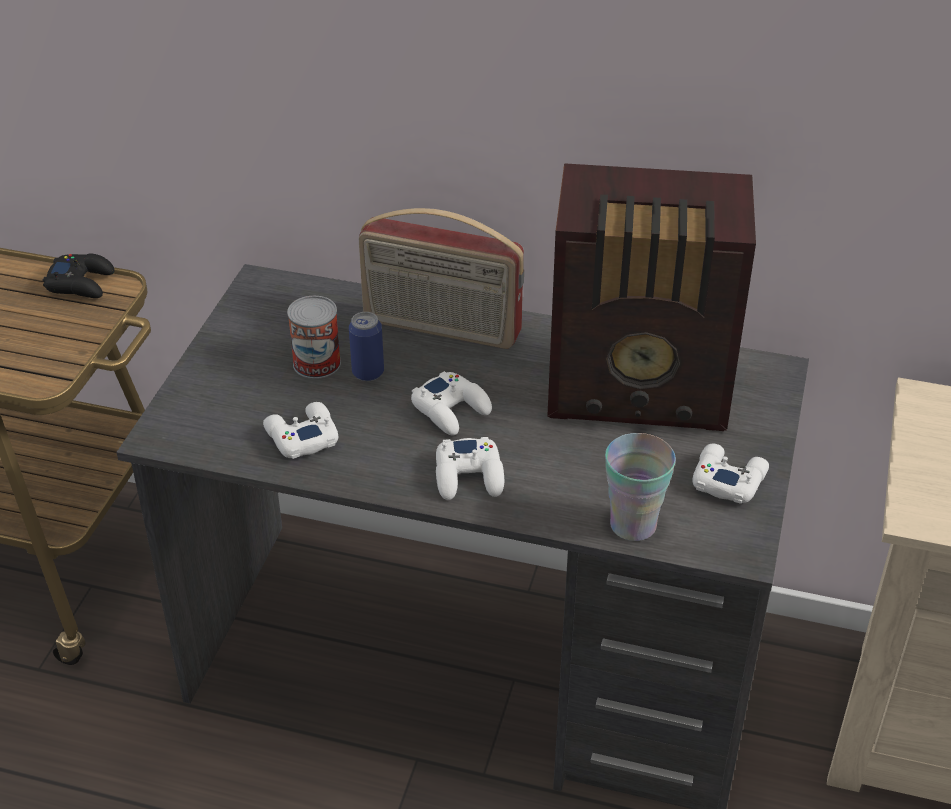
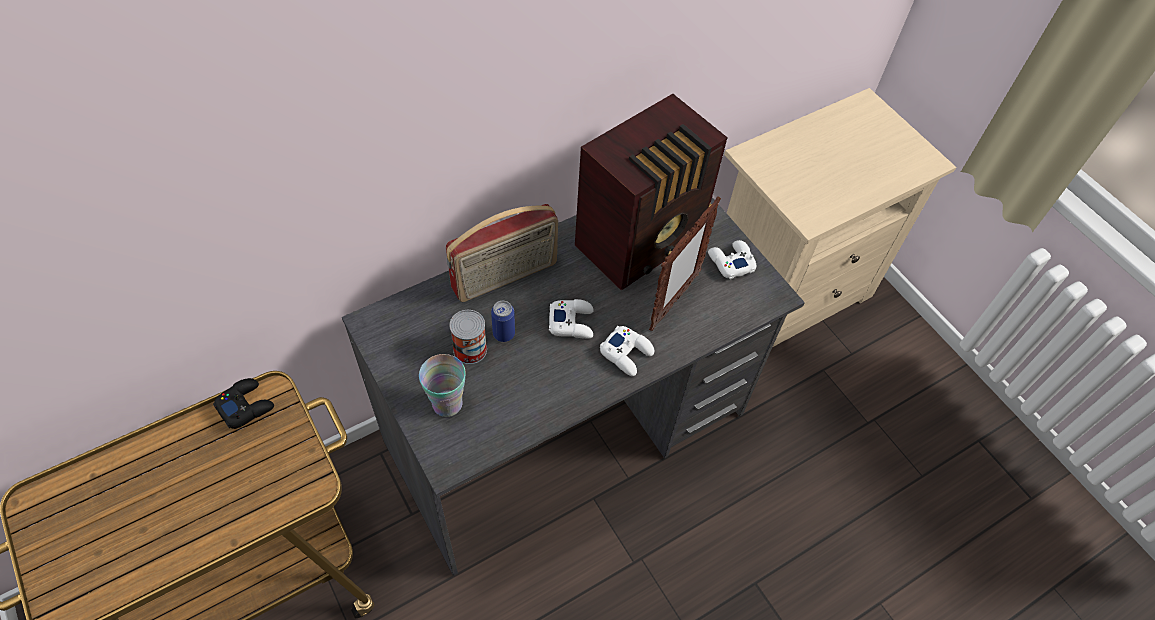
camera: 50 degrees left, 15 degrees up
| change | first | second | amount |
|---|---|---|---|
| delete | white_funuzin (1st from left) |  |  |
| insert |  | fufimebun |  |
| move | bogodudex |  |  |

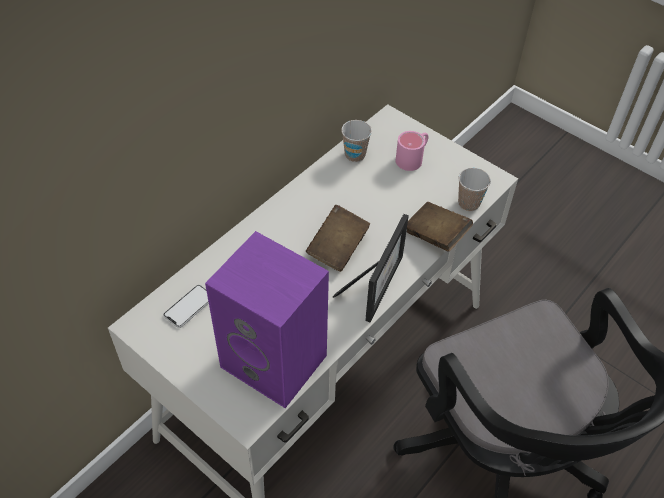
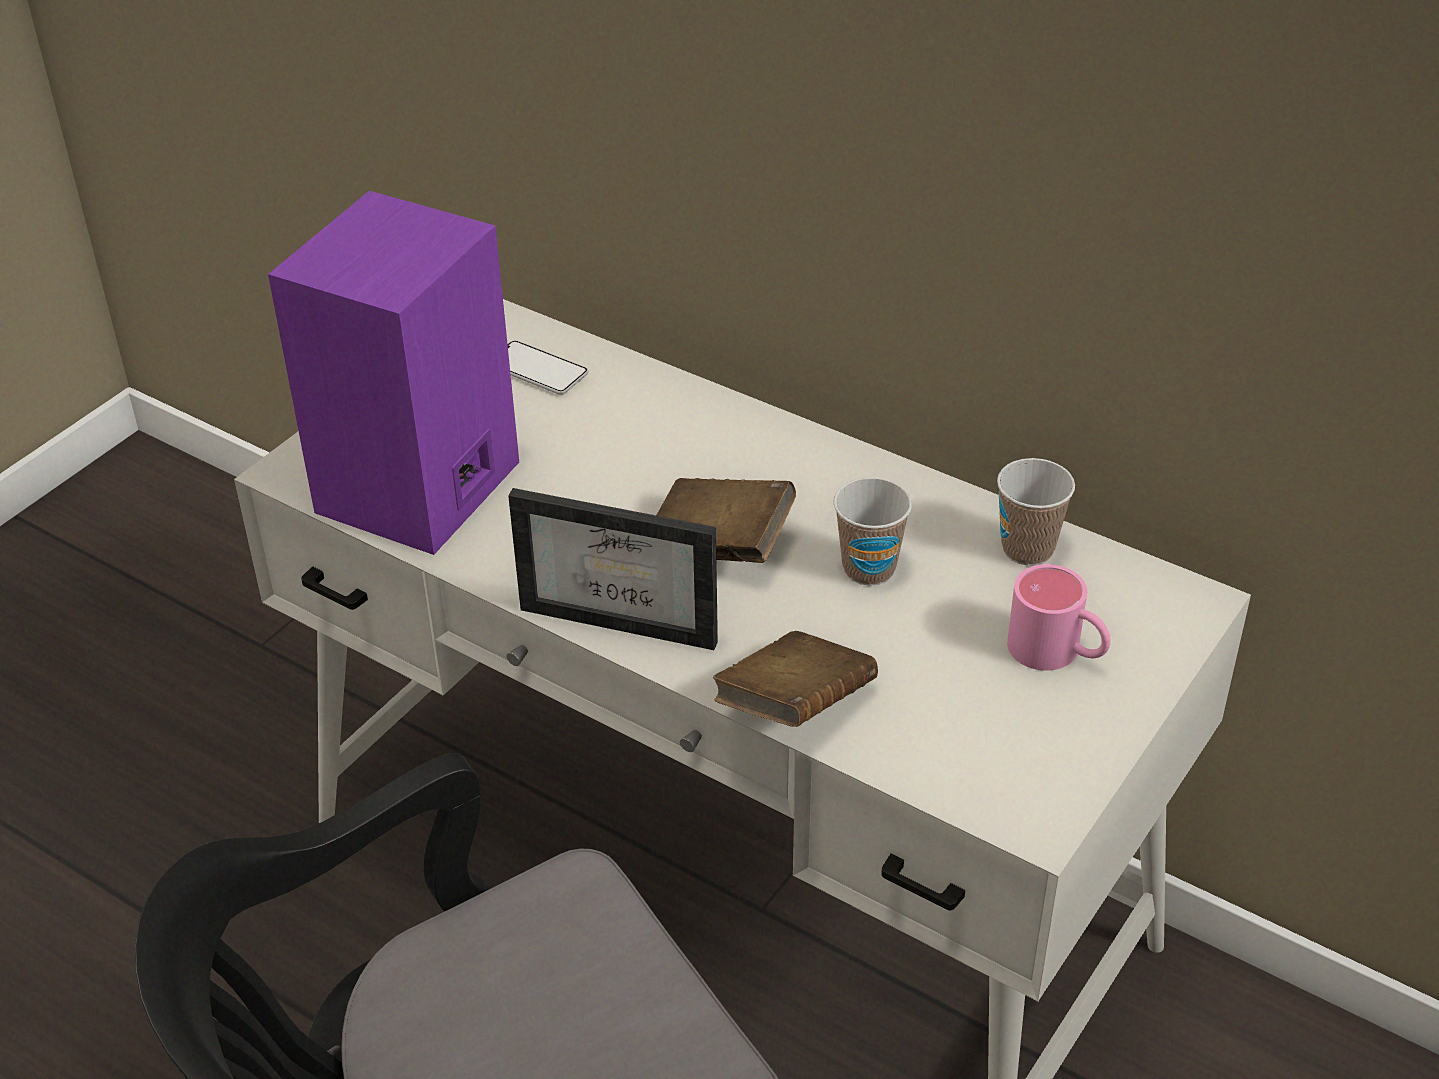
camera: 85 degrees right, 10 degrees down
| change | first | second | amount |
|---|---|---|---|
| move | bogodudex (2nd from left in the first image) | bogodudex (1st from left) |  |

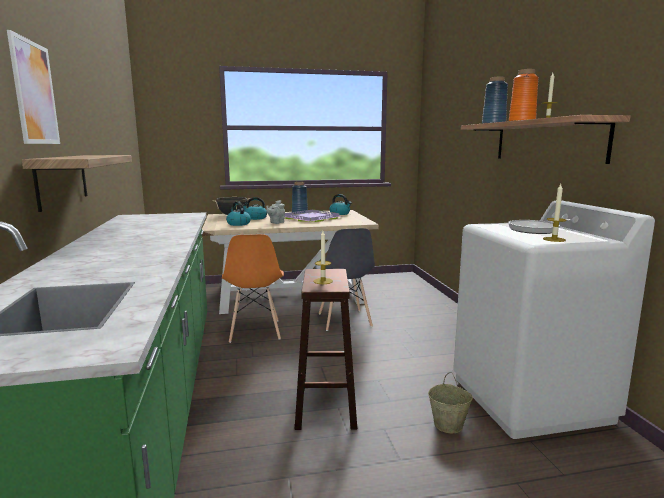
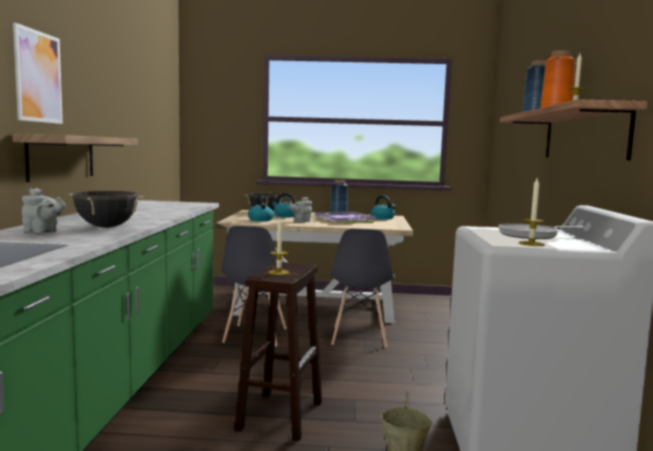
camera: 15 degrees right, 5 degrees down
| change | first | second | amount |
|---|---|---|---|
| insert |  | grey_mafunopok (1st from left) |  |
| insert |  | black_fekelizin (1st from left) |  |
| recolor | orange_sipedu | grey_sipedu (1st from left) |  |

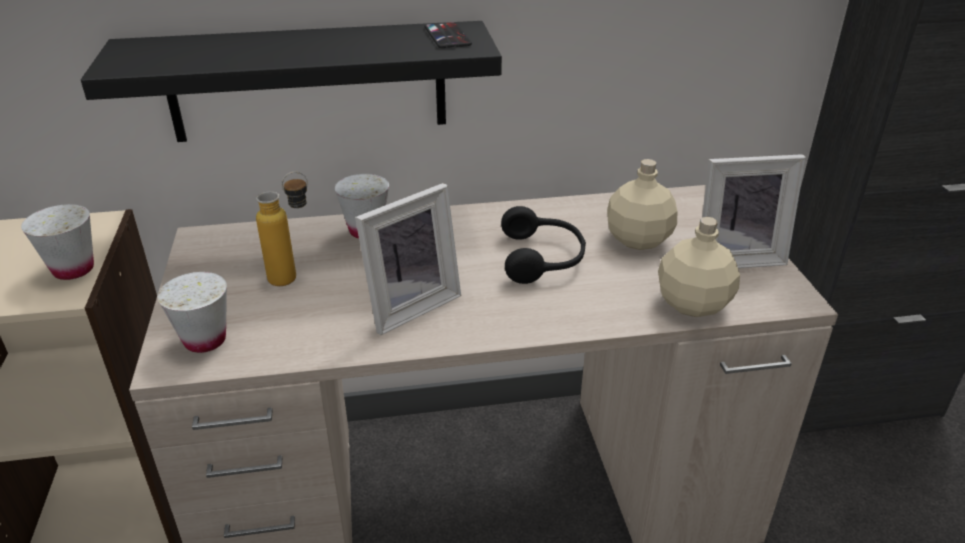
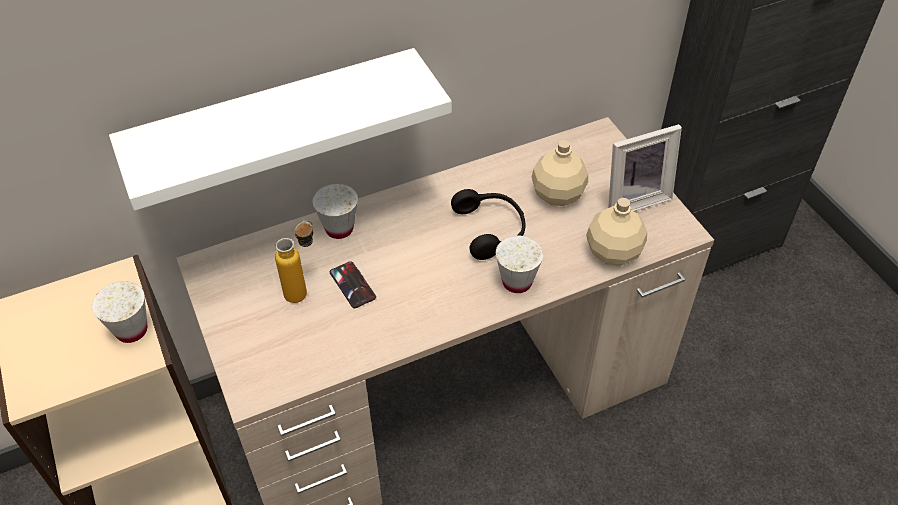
camera: 15 degrees left, 15 degrees up
| change | first | second | amount |
|---|---|---|---|
| delete | fufimebun (1st from left) |  |  |
| move | white_bogodudex (2nd from left in the first image) | white_bogodudex (3rd from left) |  |
| move | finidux |  |  |
| recolor | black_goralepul | white_goralepul |  |

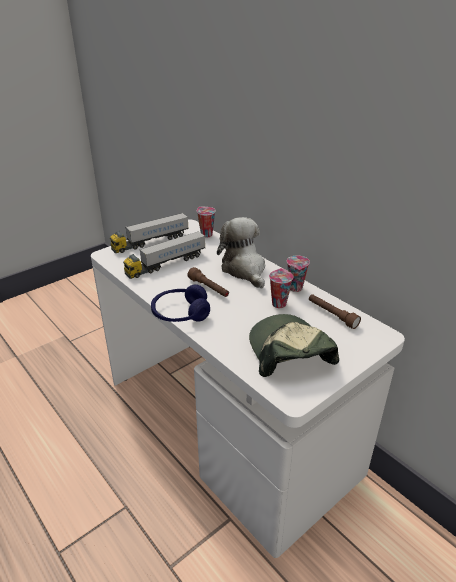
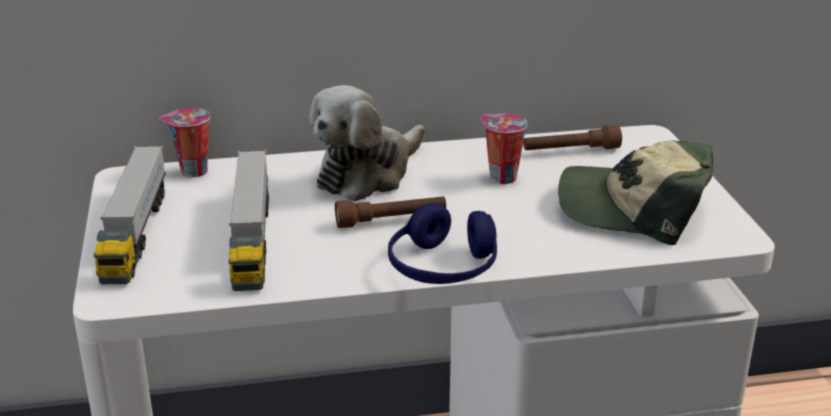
camera: 60 degrees left, 5 degrees down
| change | first | second | amount |
|---|---|---|---|
| delete | bogodudex (3rd from left) |  |  |
| rotate | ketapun |  | 60 degrees counterclockwise |

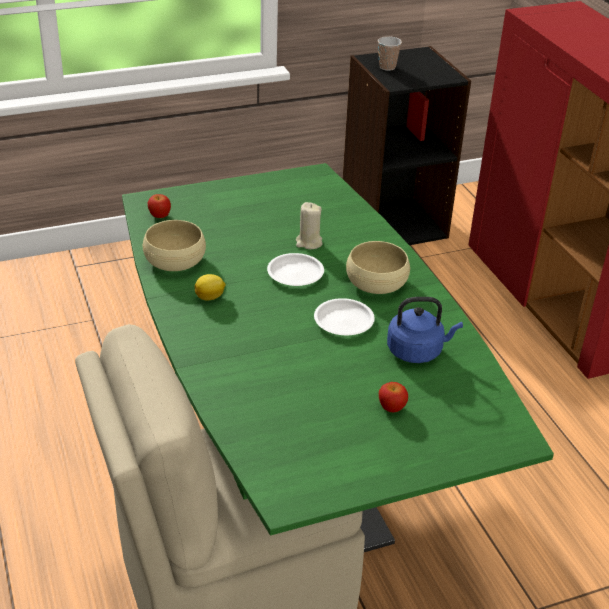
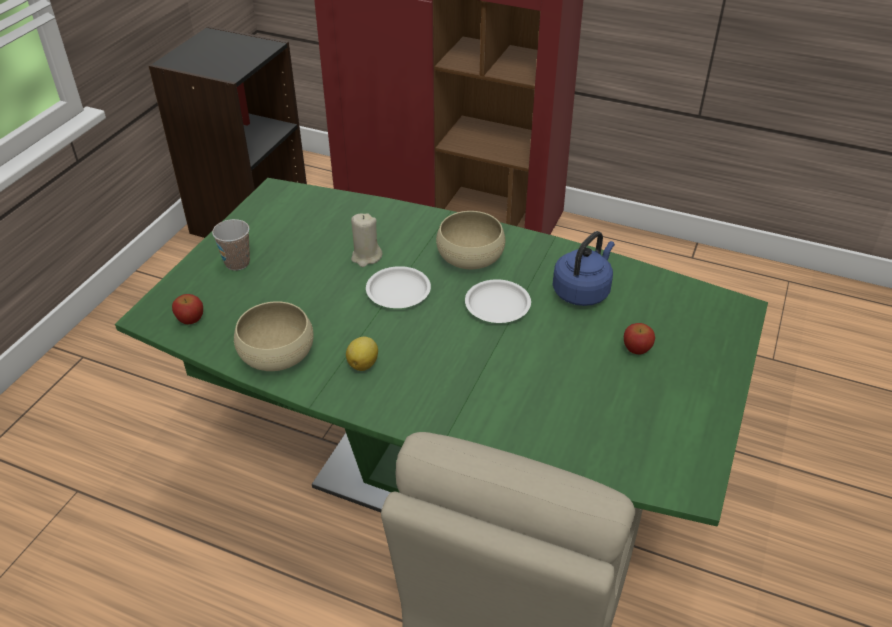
camera: 45 degrees left, 5 degrees up
| change | first | second | amount |
|---|---|---|---|
| move | bogodudex |  |  |

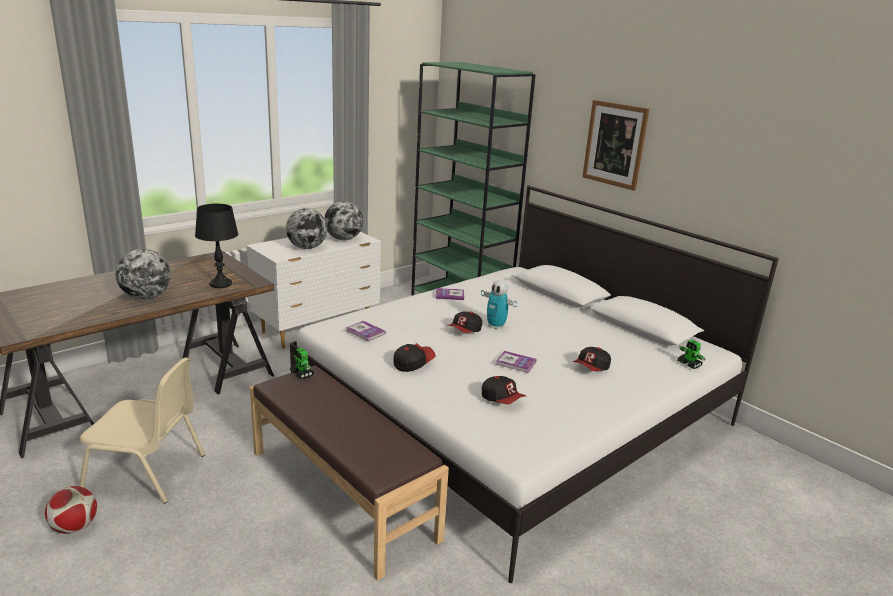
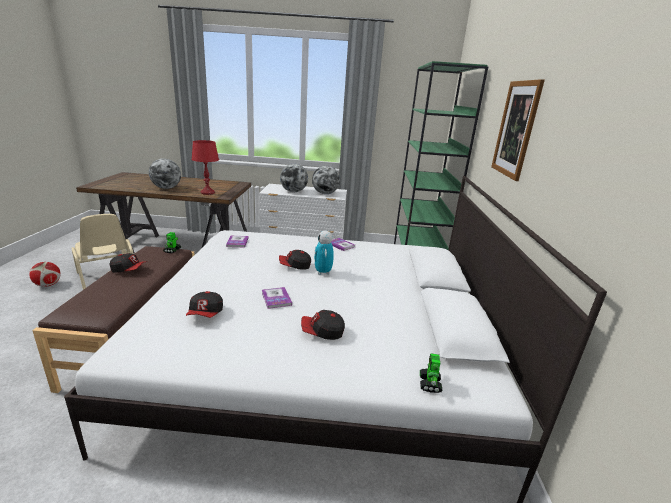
camera: 45 degrees right, 0 degrees up
| change | first | second | amount |
|---|---|---|---|
| move | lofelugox (1st from left) |  |  |
| recolor | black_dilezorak | red_dilezorak |  |

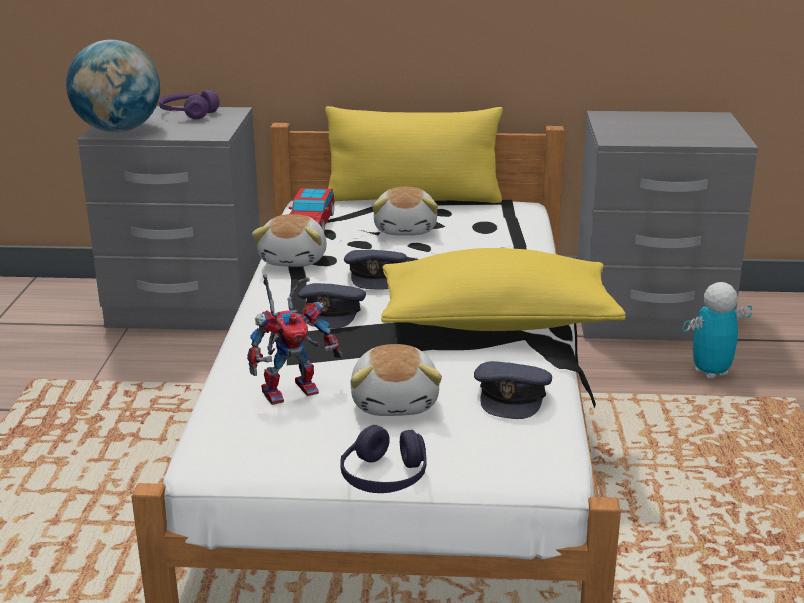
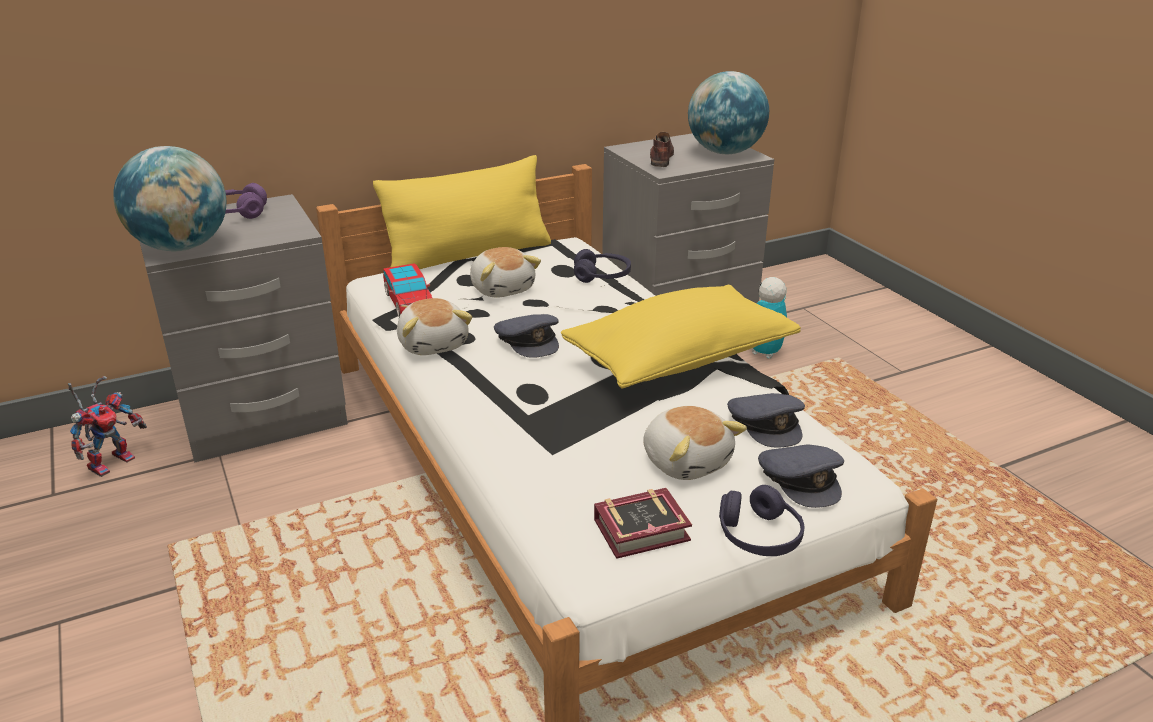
camera: 30 degrees left, 5 degrees up
| change | first | second | amount |
|---|---|---|---|
| insert |  | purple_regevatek (2nd from left) |  |
| insert |  | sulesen |  |
| insert |  | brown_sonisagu |  |
| insert |  | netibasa (2nd from left) |  |
| move | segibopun (1st from left) |  |  |
| move | grey_lofelugox (1st from left in the first image) | grey_lofelugox (3rd from left) |  |

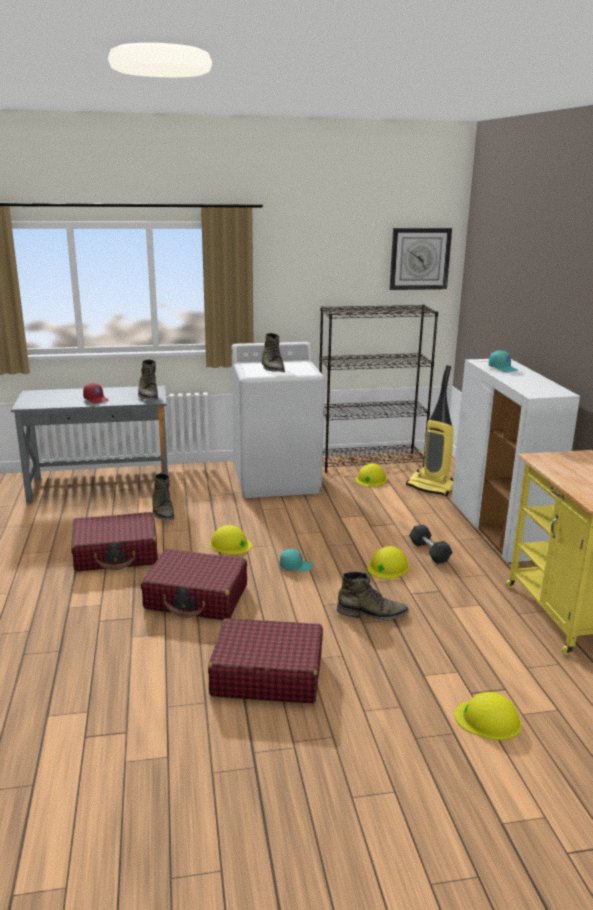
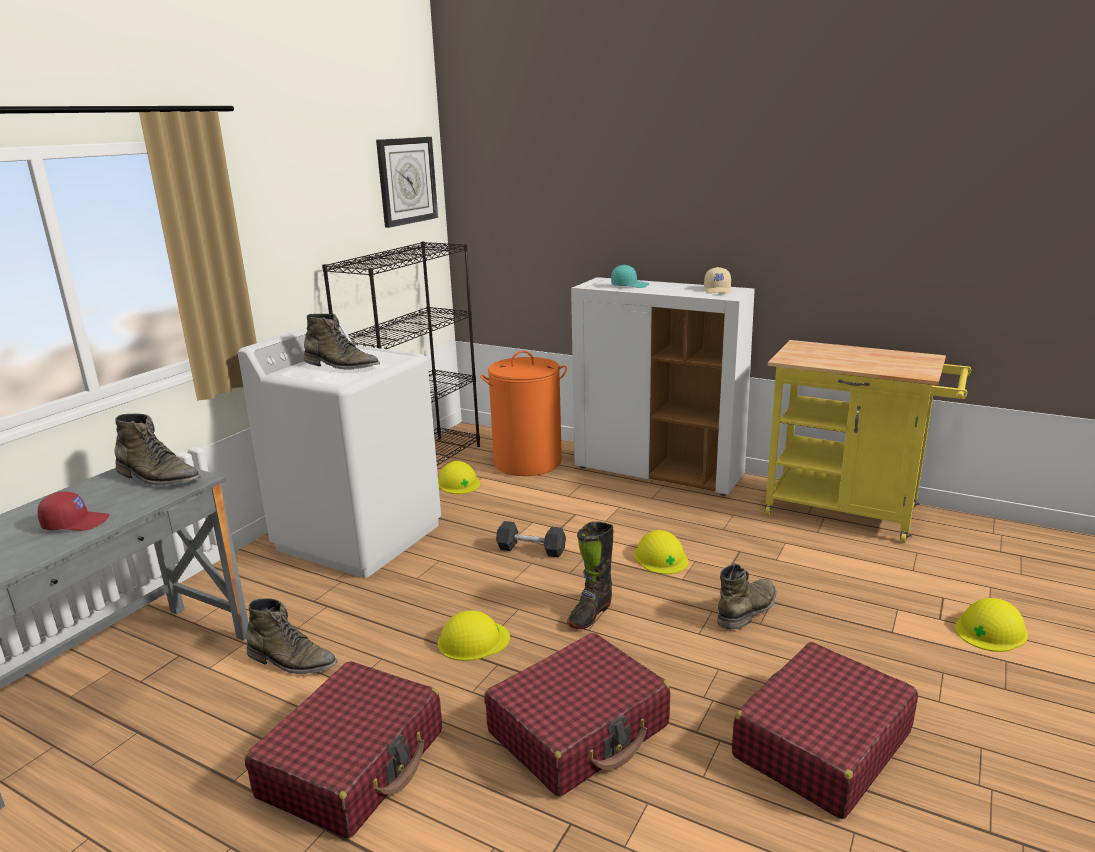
camera: 50 degrees left, 0 degrees up
| change | first | second | amount |
|---|---|---|---|
| insert |  | beige_lofelugox |  |
| move | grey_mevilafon |  |  |
| replace | turquoise_lofelugox (1st from left) | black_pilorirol |  |
| replace | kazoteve | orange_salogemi |  |

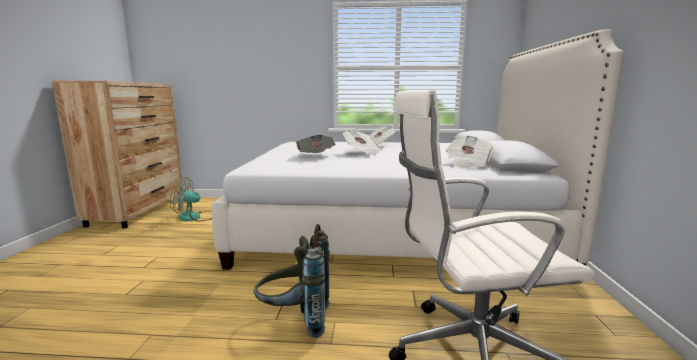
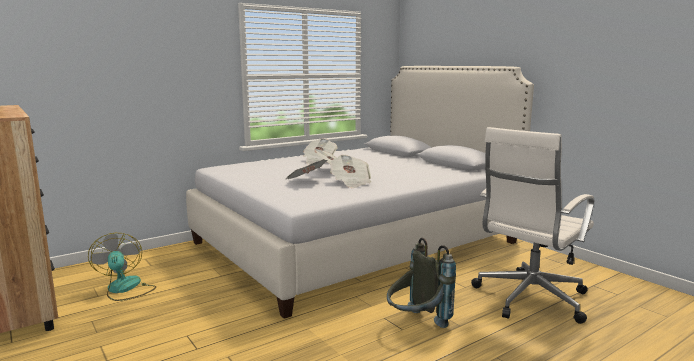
camera: 40 degrees left, 0 degrees up
| change | first | second | amount |
|---|---|---|---|
| move | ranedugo (4th from left) |  |  |
| rotate | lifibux |  | 105 degrees clockwise |

